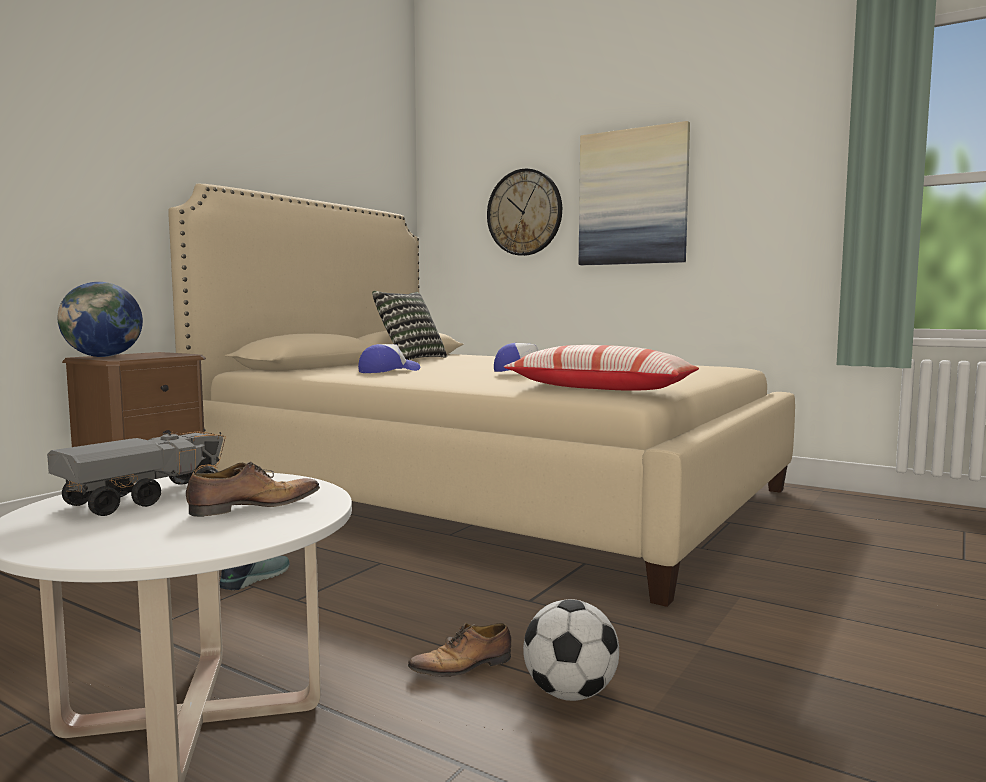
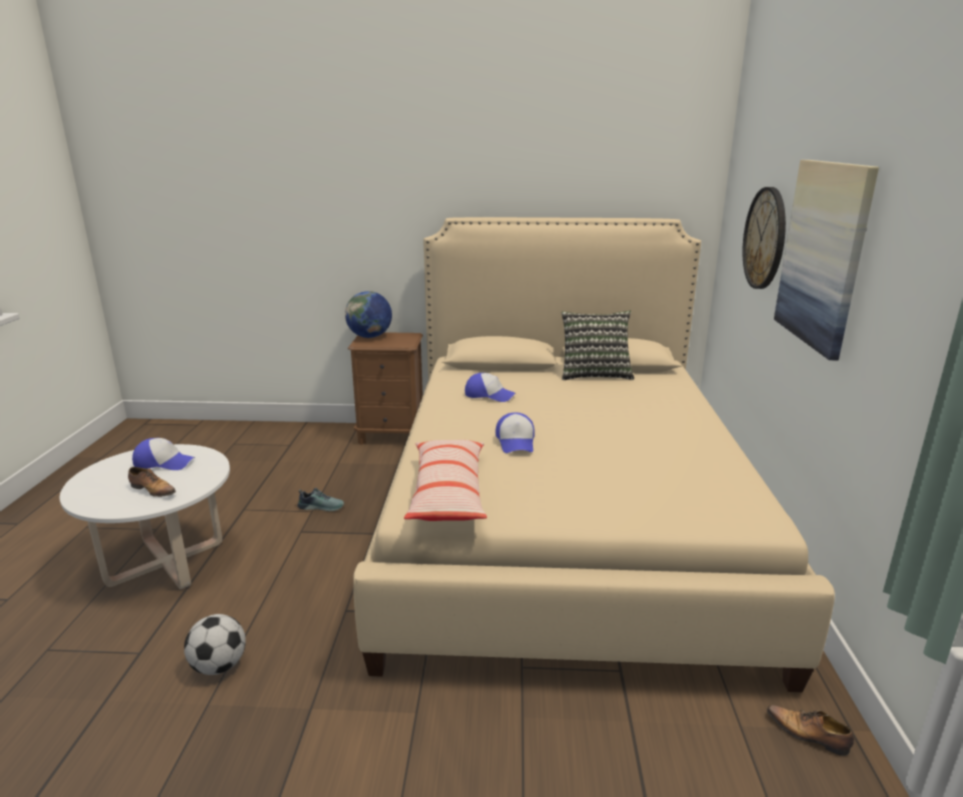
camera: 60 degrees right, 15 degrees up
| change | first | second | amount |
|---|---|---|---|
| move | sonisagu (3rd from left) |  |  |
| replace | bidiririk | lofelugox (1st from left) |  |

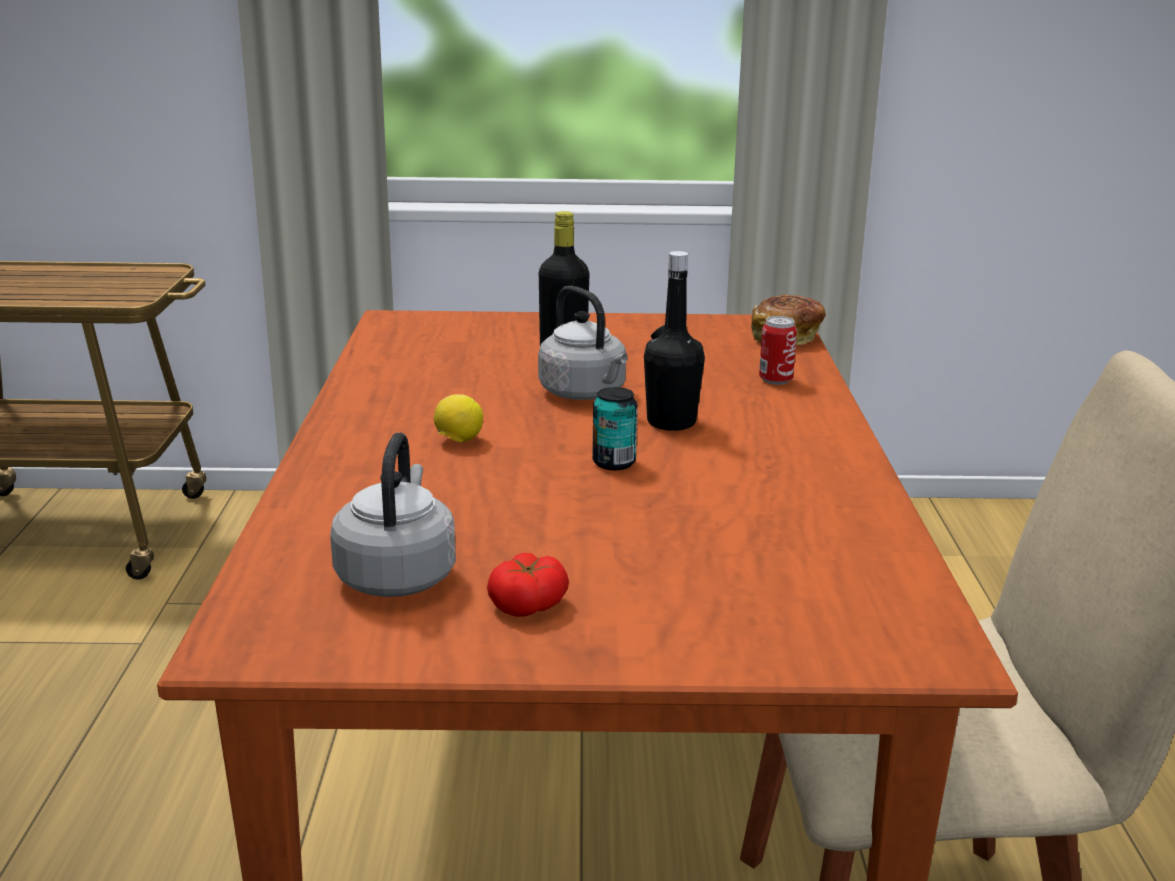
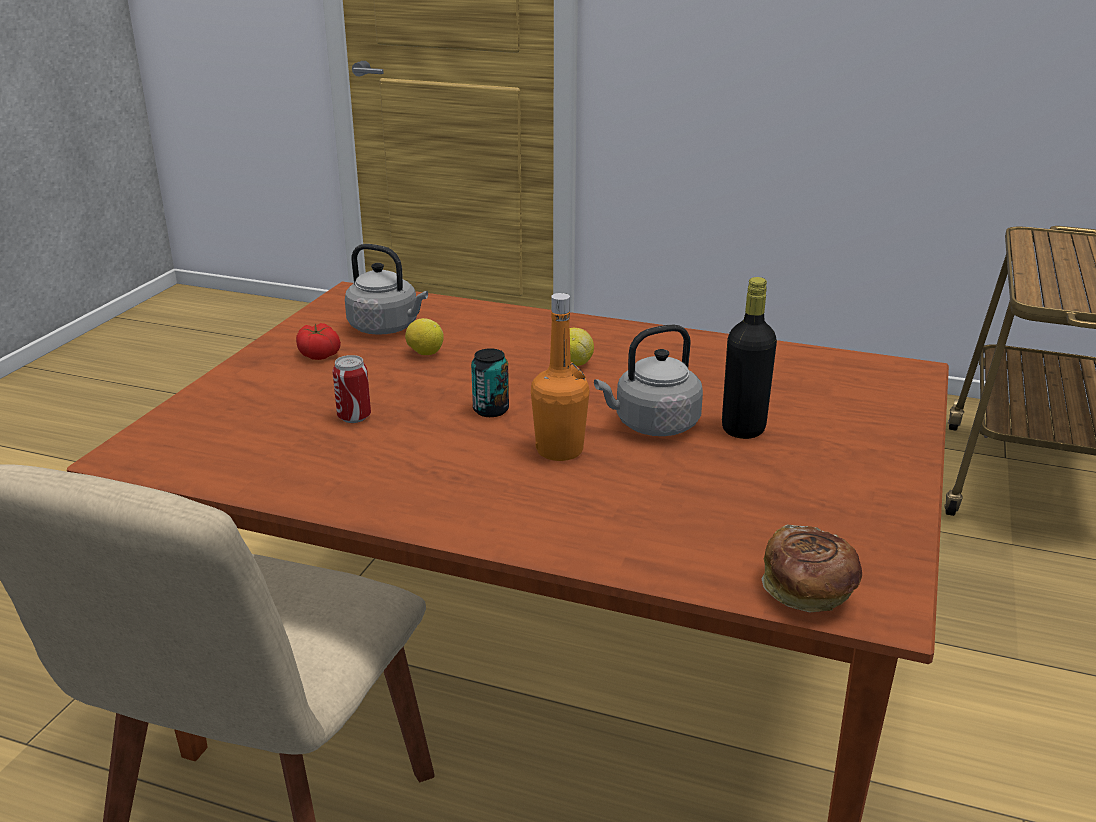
camera: 110 degrees right, 5 degrees up
| change | first | second | amount |
|---|---|---|---|
| insert |  | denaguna (1st from left) |  |
| move | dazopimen (2nd from left in the first image) | dazopimen (1st from left) |  |
| recolor | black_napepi (2nd from left) | orange_napepi |  |

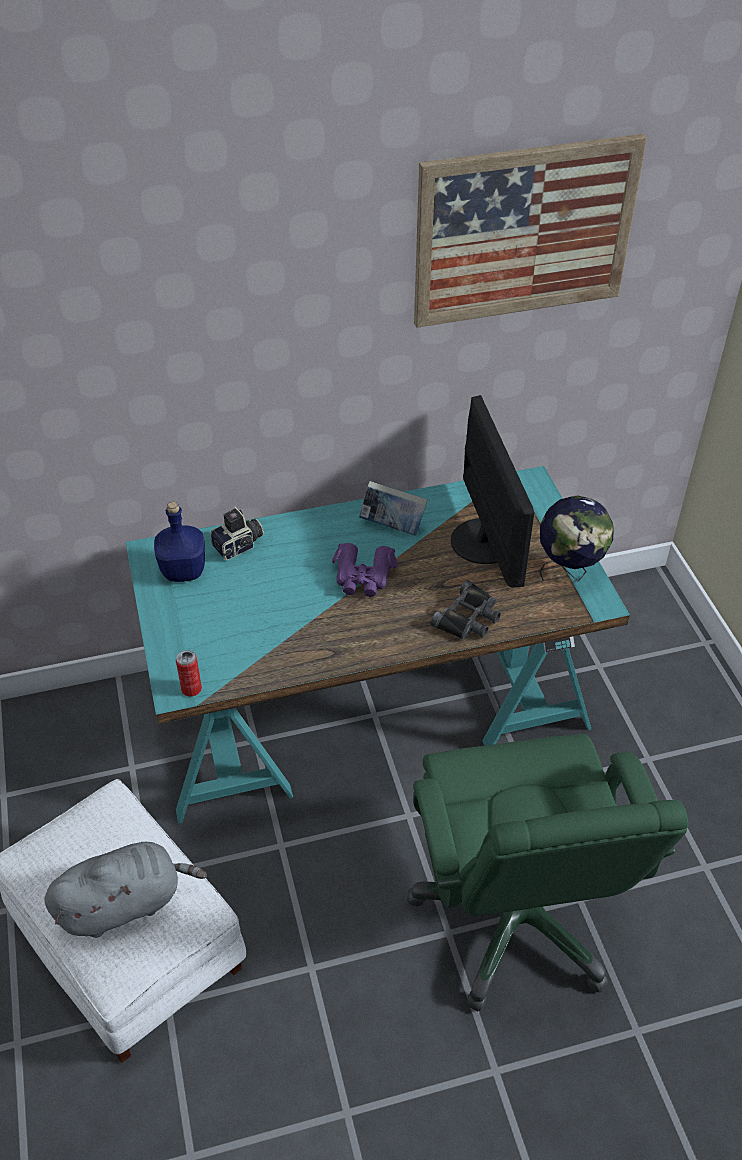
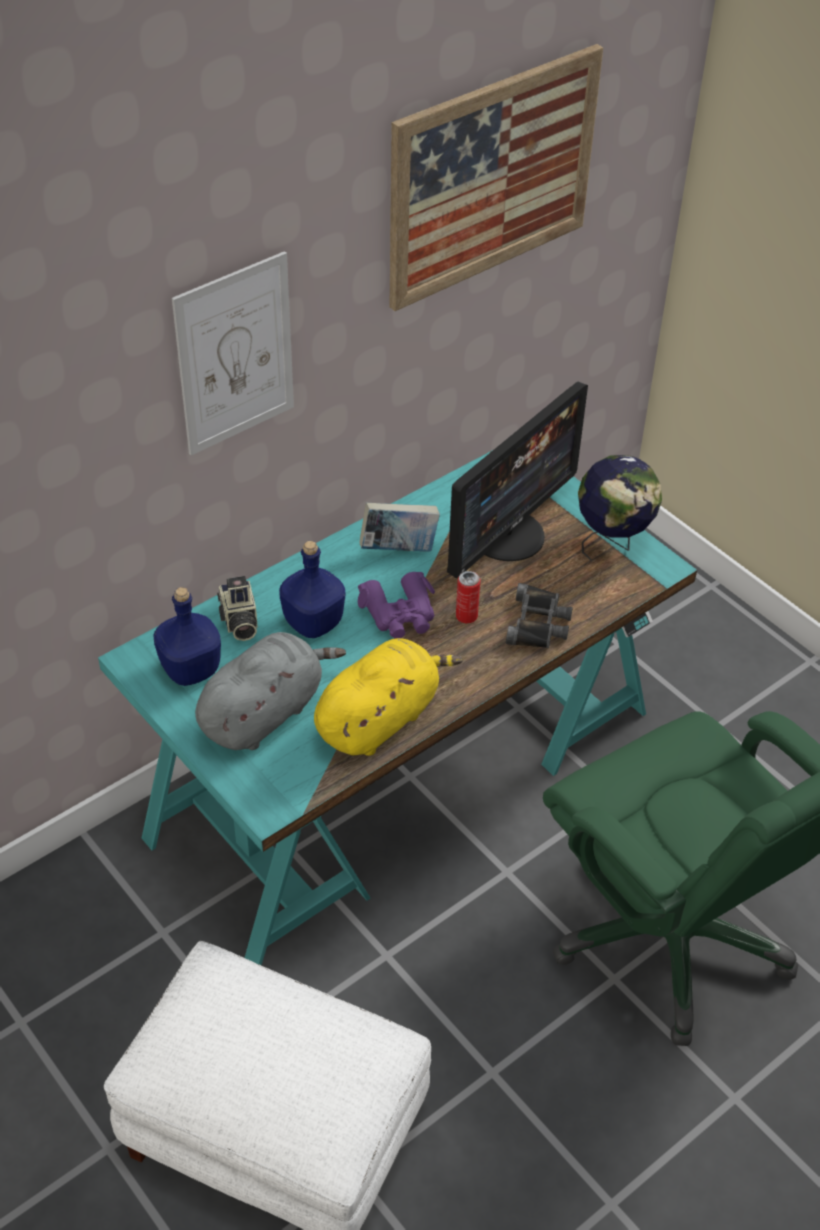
camera: 25 degrees left, 0 degrees up
| change | first | second | amount |
|---|---|---|---|
| insert |  | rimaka (1st from left) |  |
| insert |  | blue_napepi (2nd from left) |  |
| insert |  | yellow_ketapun |  |
| move | grey_ketapun |  |  |
| move | dazopimen |  |  |
| rotate | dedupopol |  | 135 degrees clockwise |
| rotate | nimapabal |  | 75 degrees clockwise |

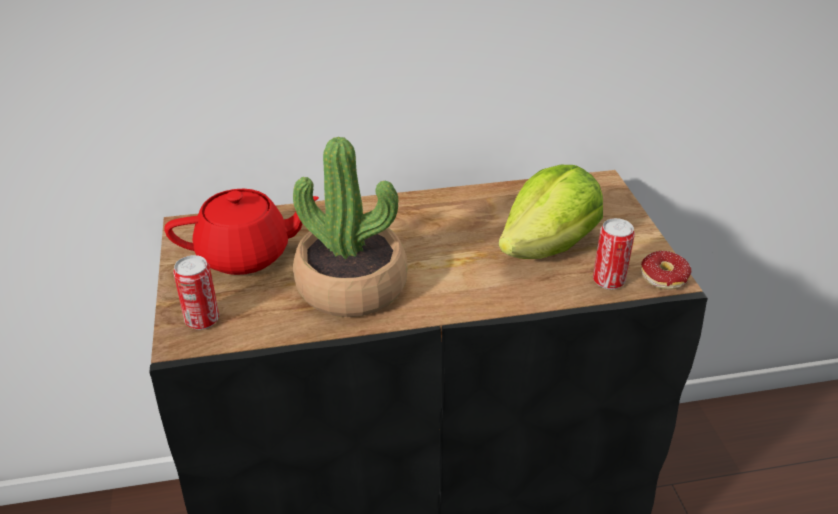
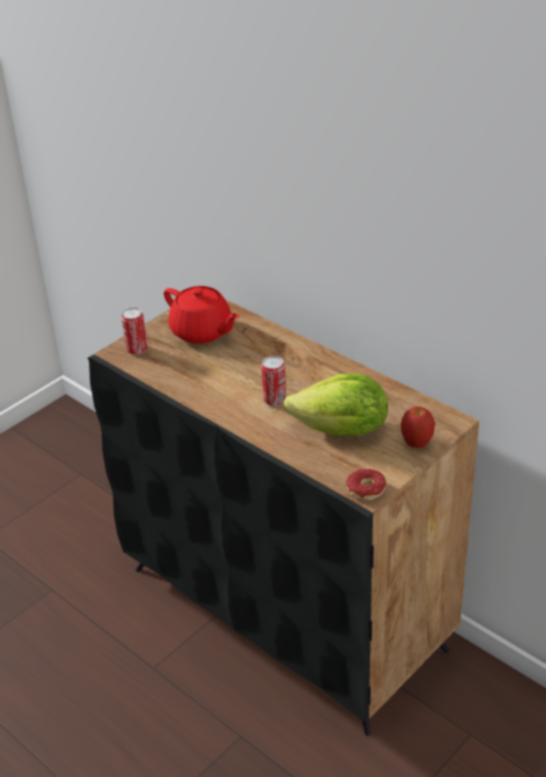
camera: 55 degrees right, 0 degrees up
| change | first | second | amount |
|---|---|---|---|
| delete | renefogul |  |  |
| insert |  | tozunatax |  |
| move | dazopimen (2nd from left) |  |  |

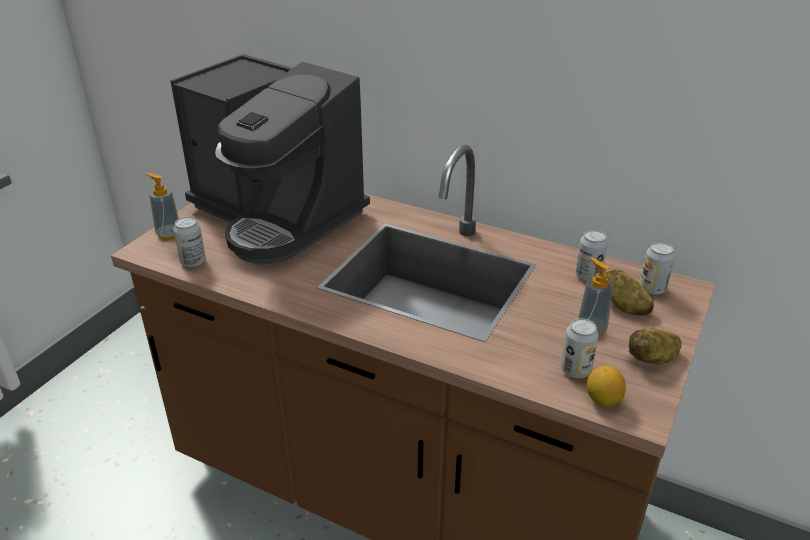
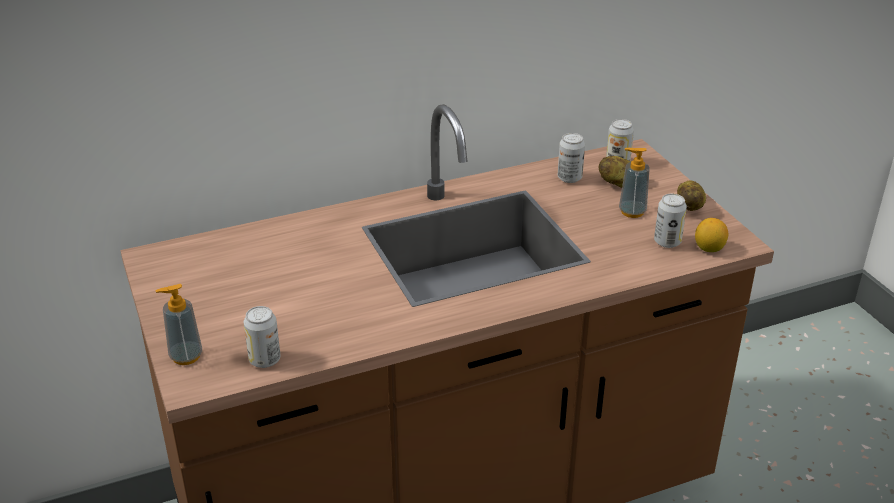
camera: 50 degrees left, 0 degrees up
| change | first | second | amount |
|---|---|---|---|
| delete | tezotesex |  |  |

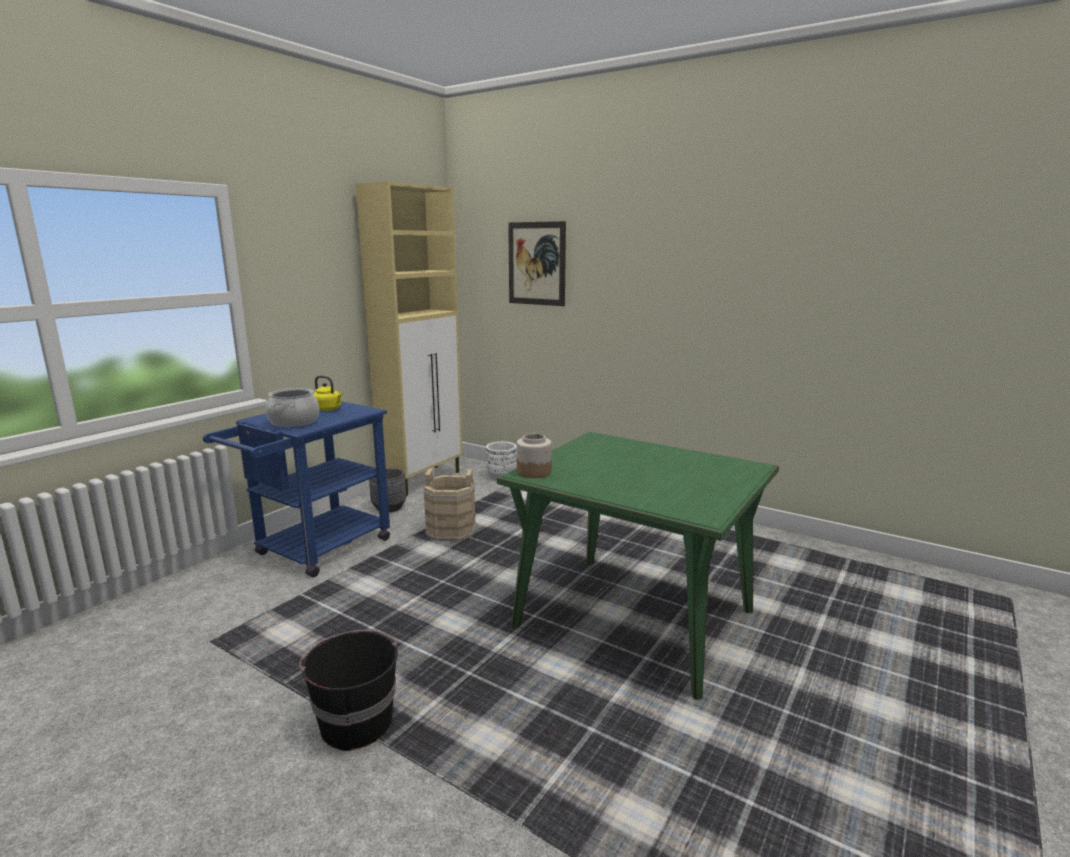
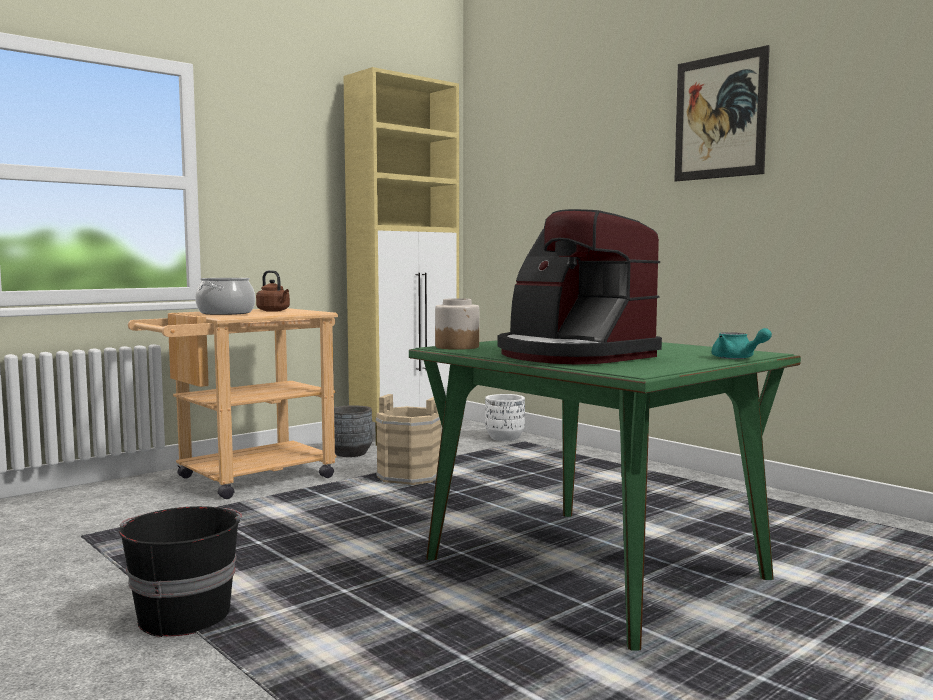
camera: 15 degrees right, 10 degrees down
| change | first | second | amount |
|---|---|---|---|
| insert |  | tezotesex |  |
| insert |  | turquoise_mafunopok |  |
| move | rimaka |  |  |
| recolor | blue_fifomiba | beige_fifomiba |  |
| recolor | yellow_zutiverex | brown_zutiverex |  |

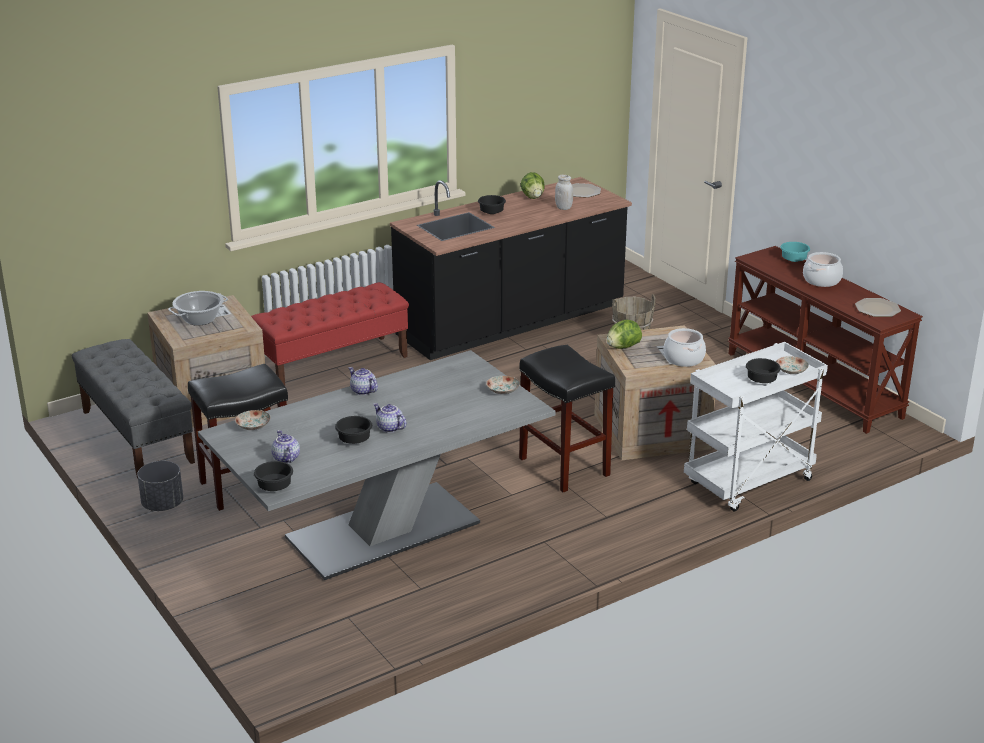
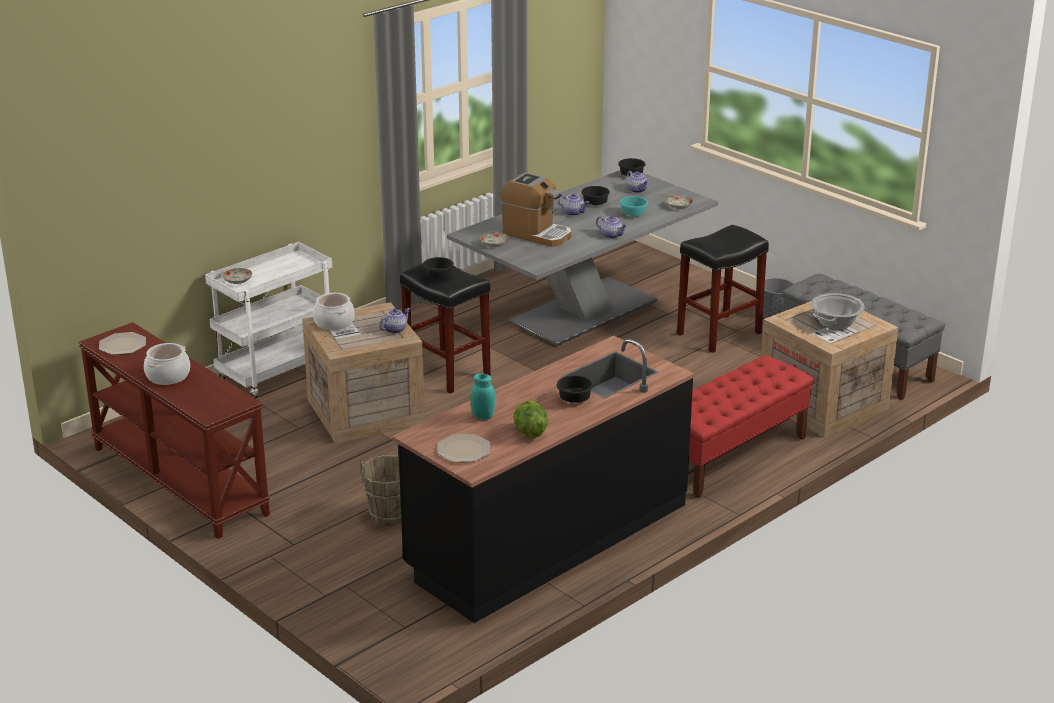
camera: 170 degrees right, 0 degrees up
| change | first | second | amount |
|---|---|---|---|
| insert |  | tezotesex |  |
| move | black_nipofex (4th from left in the first image) | black_nipofex (1st from left) |  |
| move | turquoise_nipofex |  |  |
| replace | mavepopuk (2nd from left) | mafunopok (1st from left) |  |
| recolor | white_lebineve | turquoise_lebineve |  |

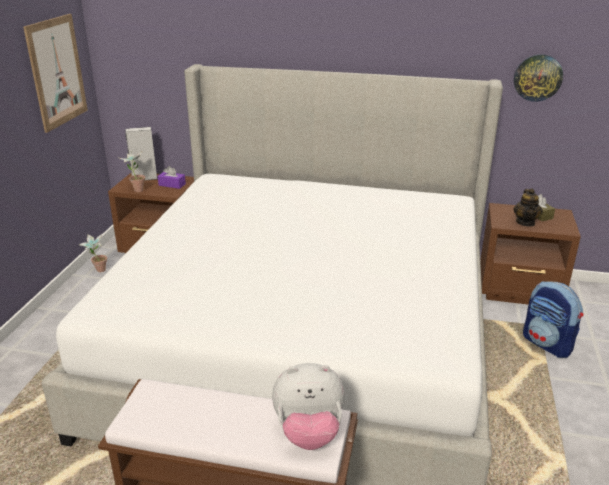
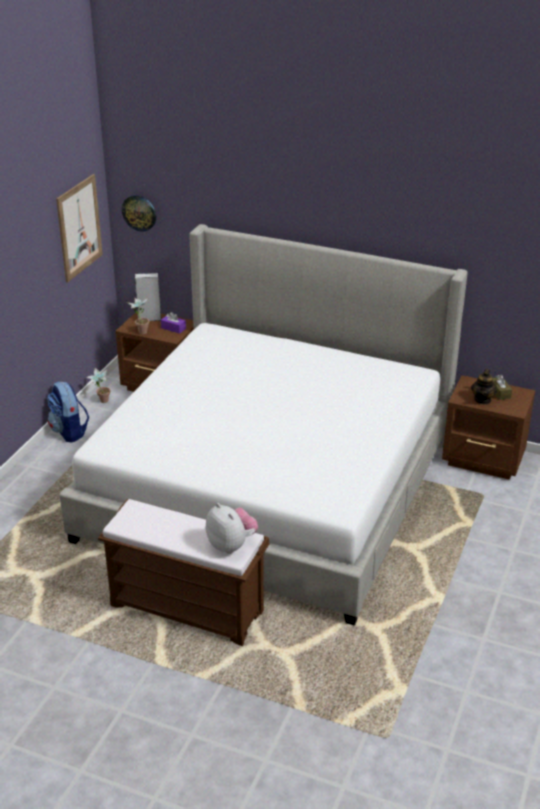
camera: 10 degrees right, 5 degrees up
| change | first | second | amount |
|---|---|---|---|
| move | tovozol |  |  |
| move | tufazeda |  |  |
| rotate | ketapun |  | 135 degrees counterclockwise |

